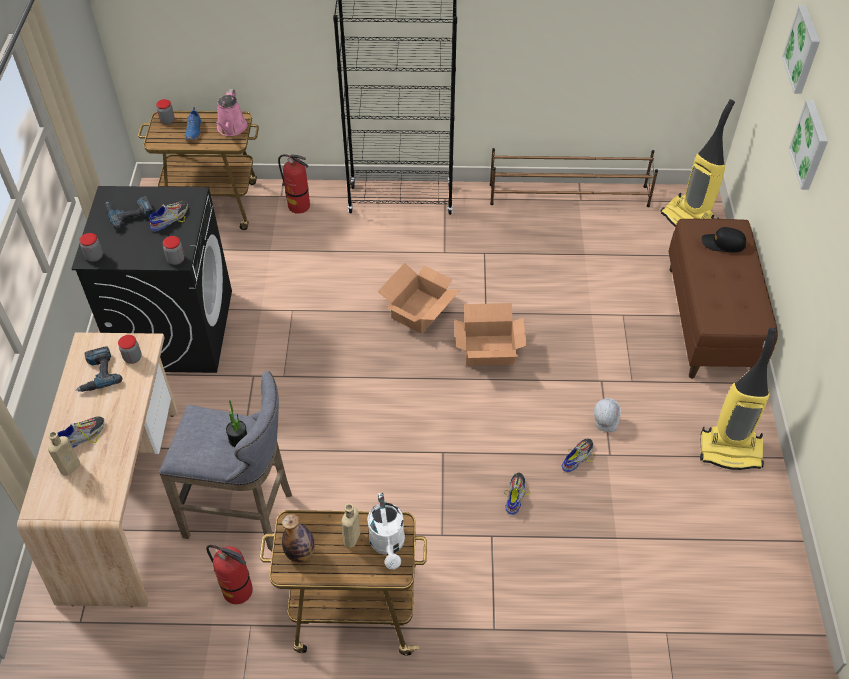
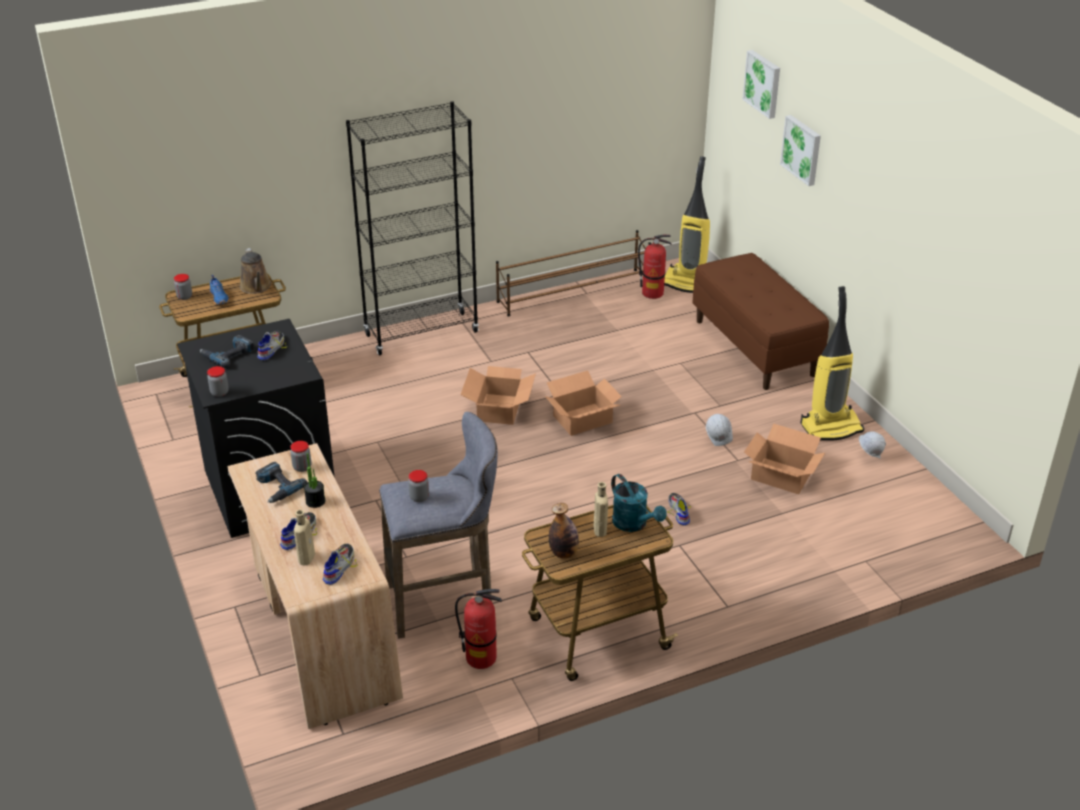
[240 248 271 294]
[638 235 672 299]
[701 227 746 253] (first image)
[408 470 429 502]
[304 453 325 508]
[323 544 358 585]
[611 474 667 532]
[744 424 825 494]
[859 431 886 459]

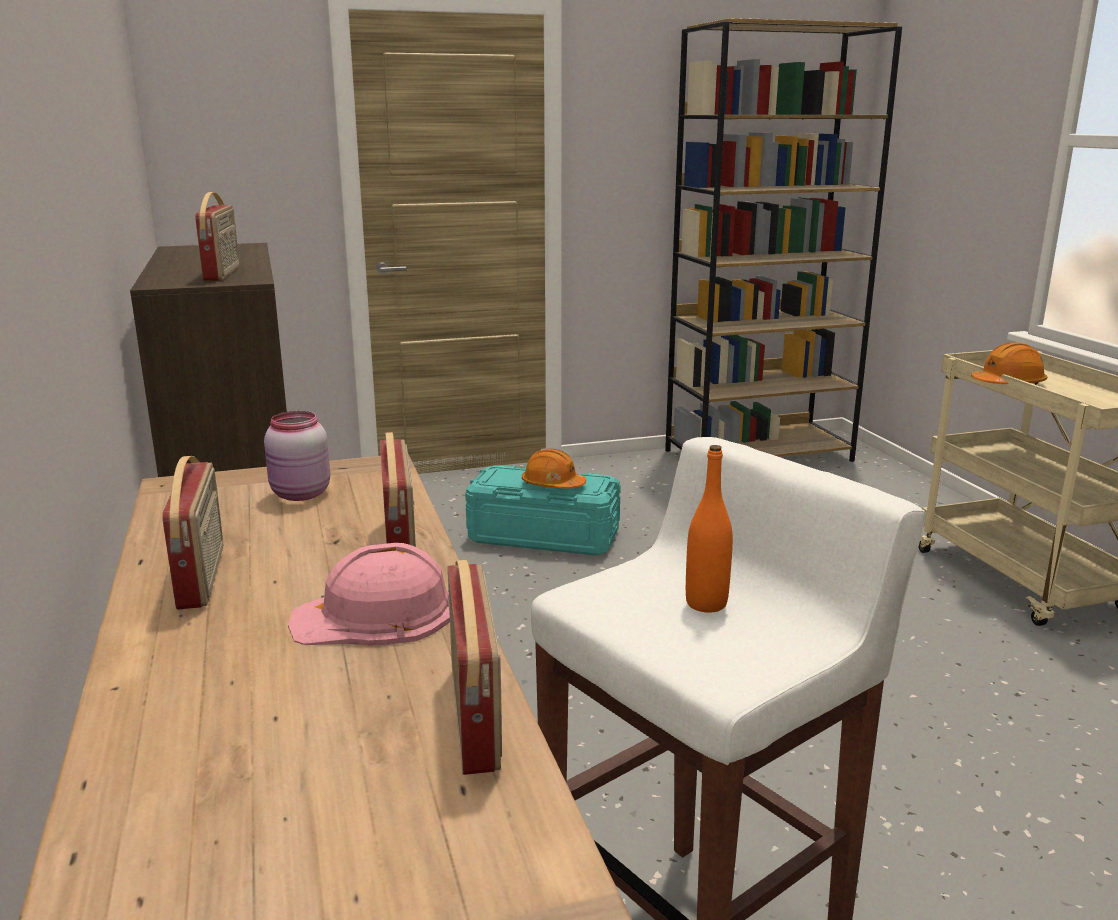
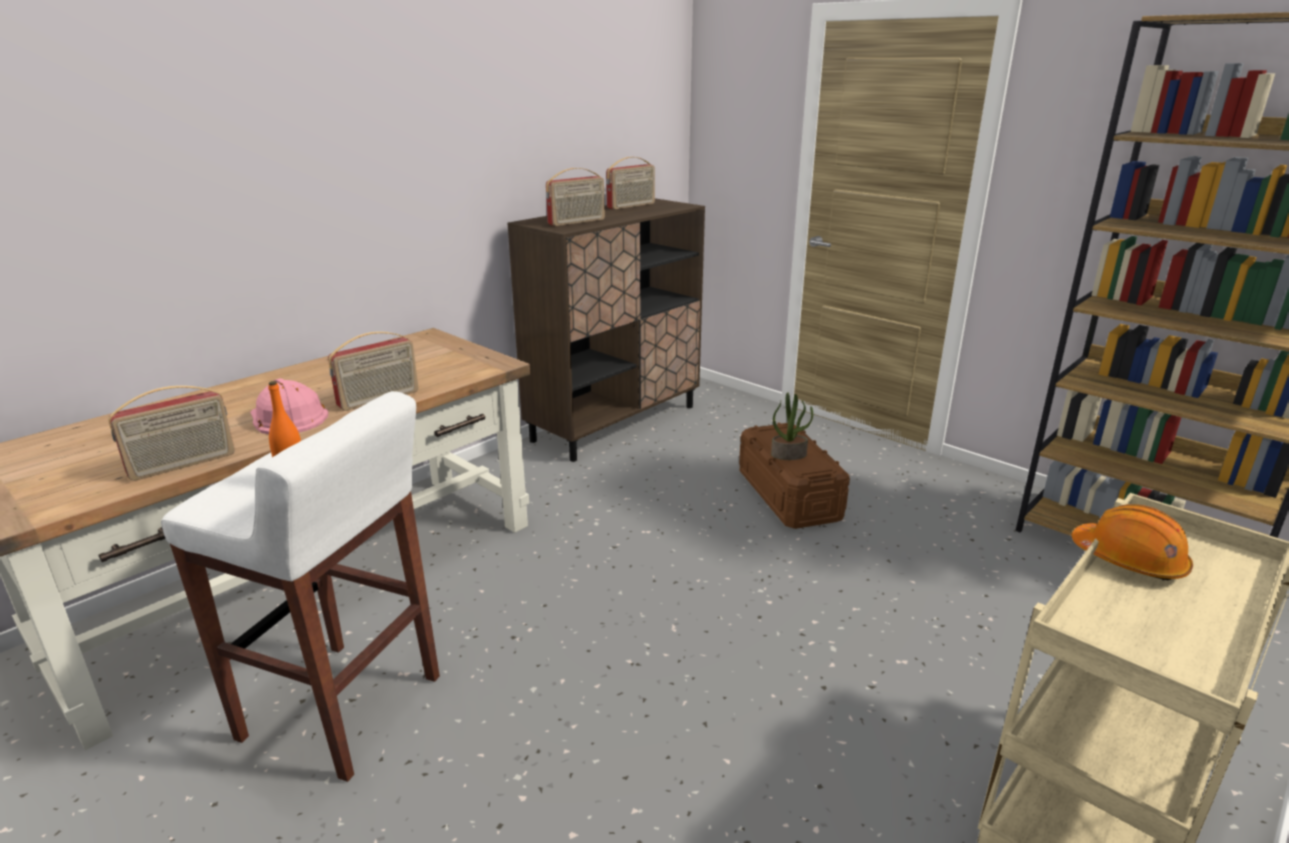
[264 411 330 501] (first image)
[771 392 813 460]
[606 157 655 210]
[739 422 850 529]

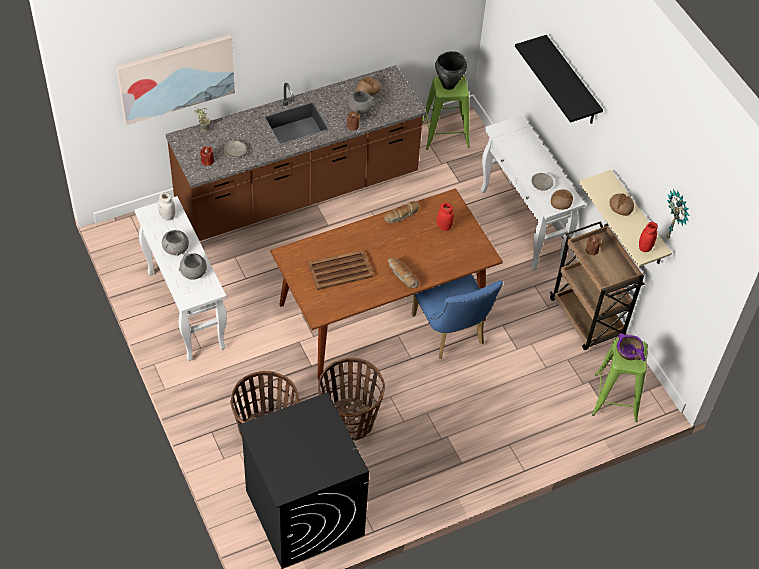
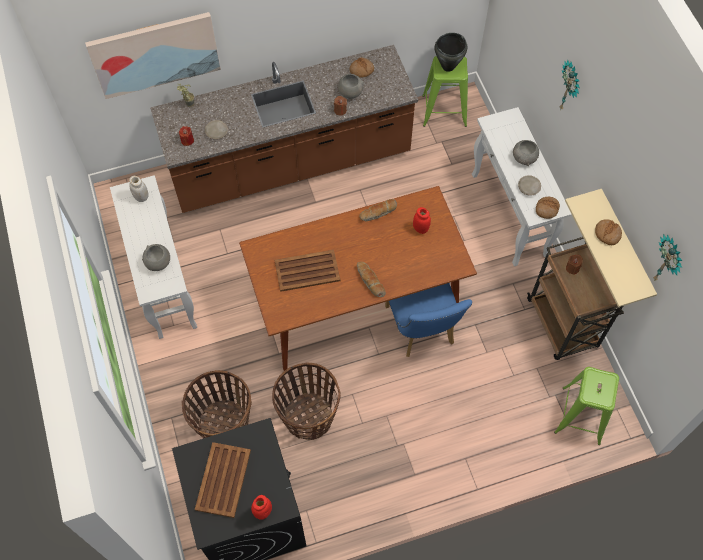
[559 59 580 109]
[251 495 272 520]
[513 140 539 166]
[617 333 646 361] (first image)
[195 442 251 518]

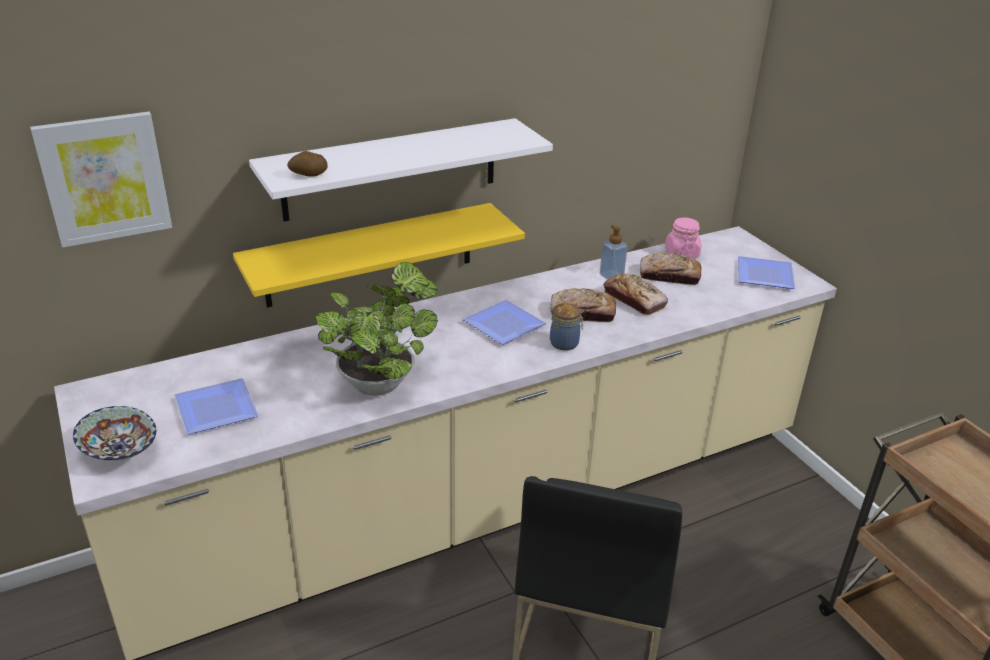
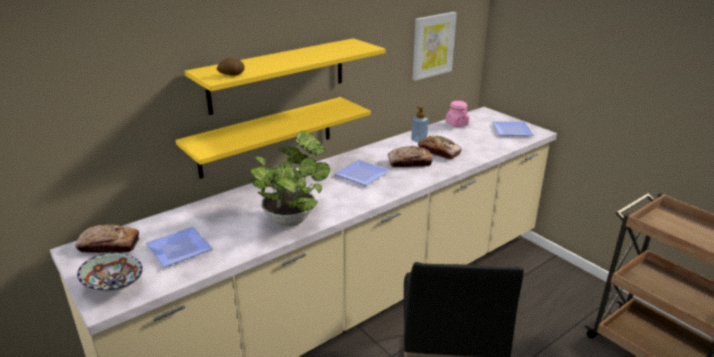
[412 12 457 81]
[184 38 386 115]
[75 224 139 253]
[550 303 584 351] (first image)

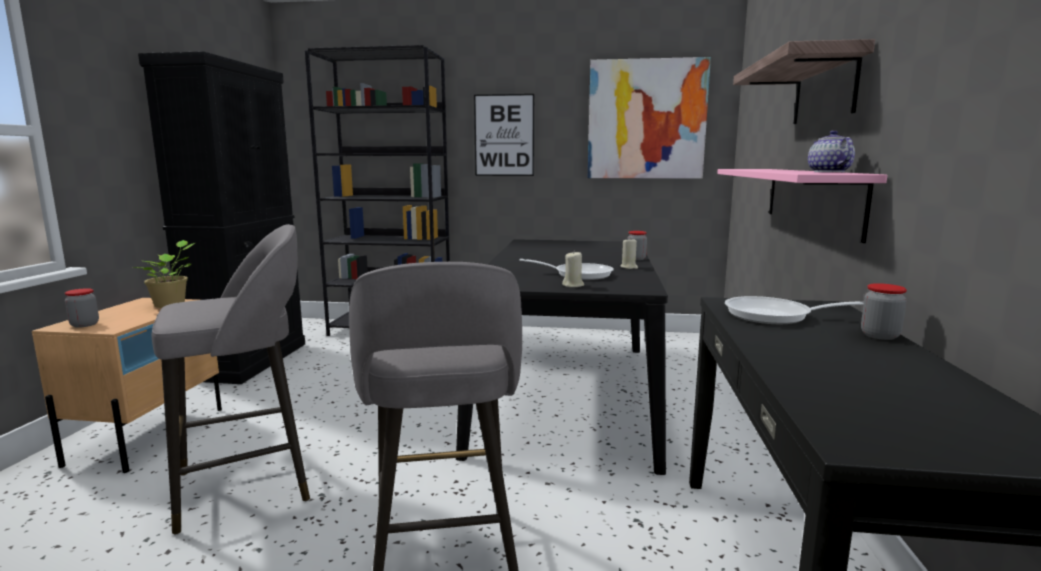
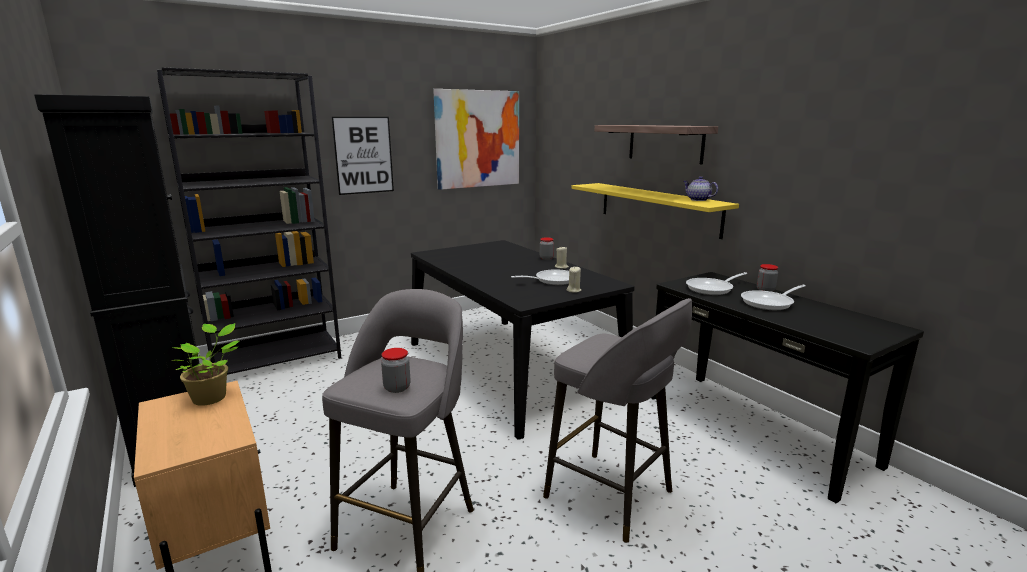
[571 183 739 239]
[381 348 410 393]
[741 285 806 310]

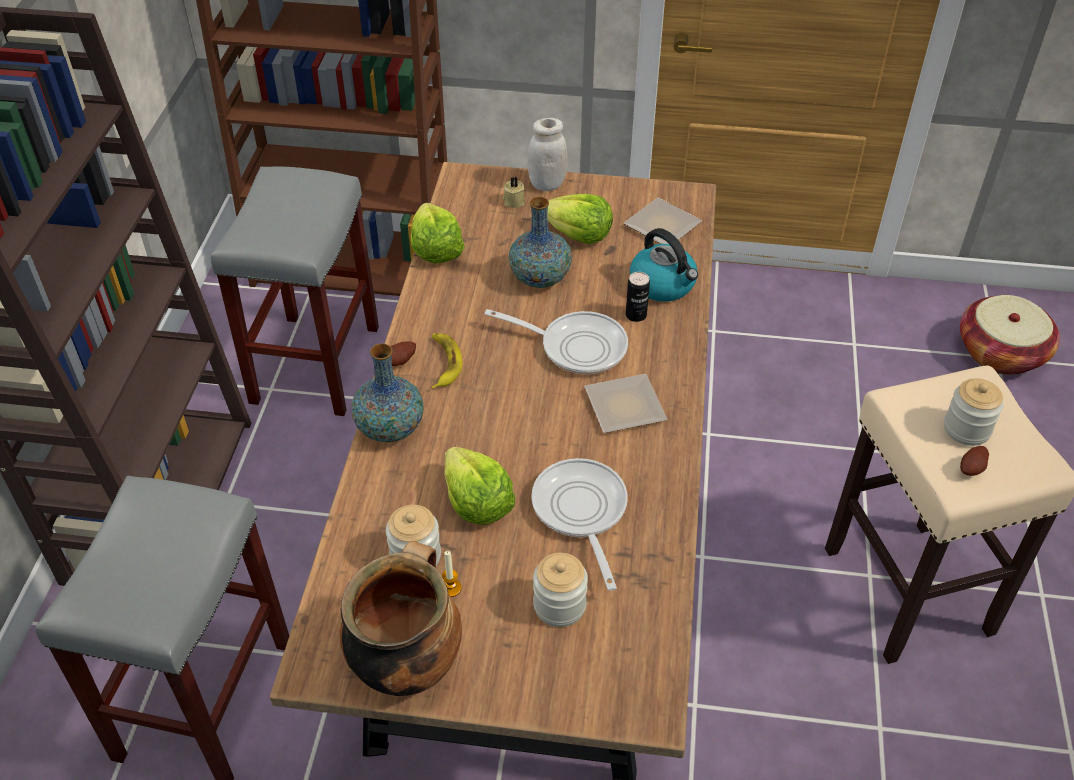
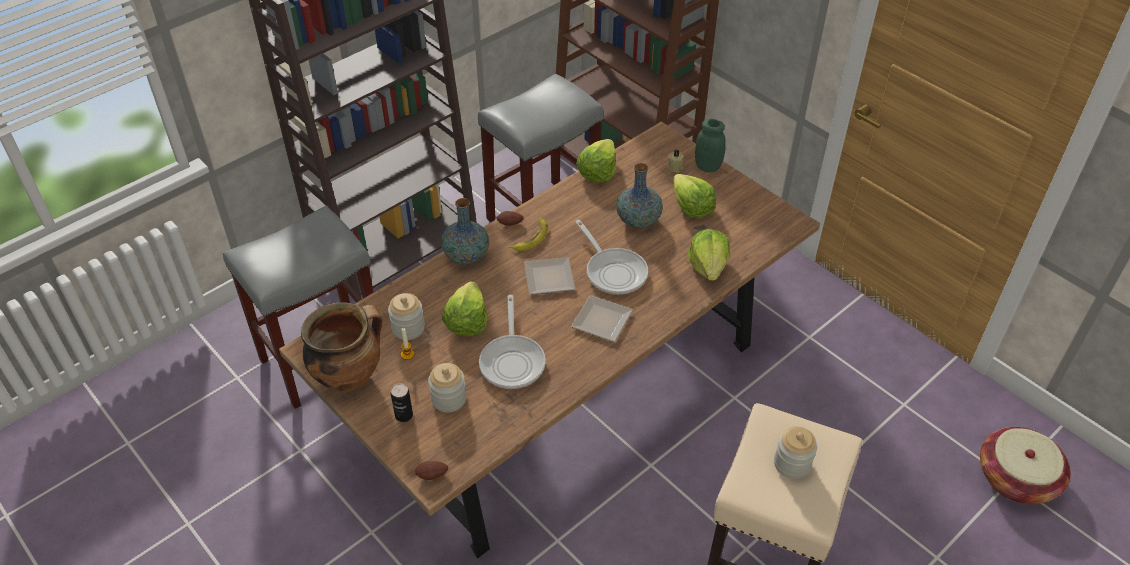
[695 119 726 173]
[524 257 575 295]
[688 229 730 281]
[391 383 413 422]
[415 461 448 480]
[479 295 546 389]

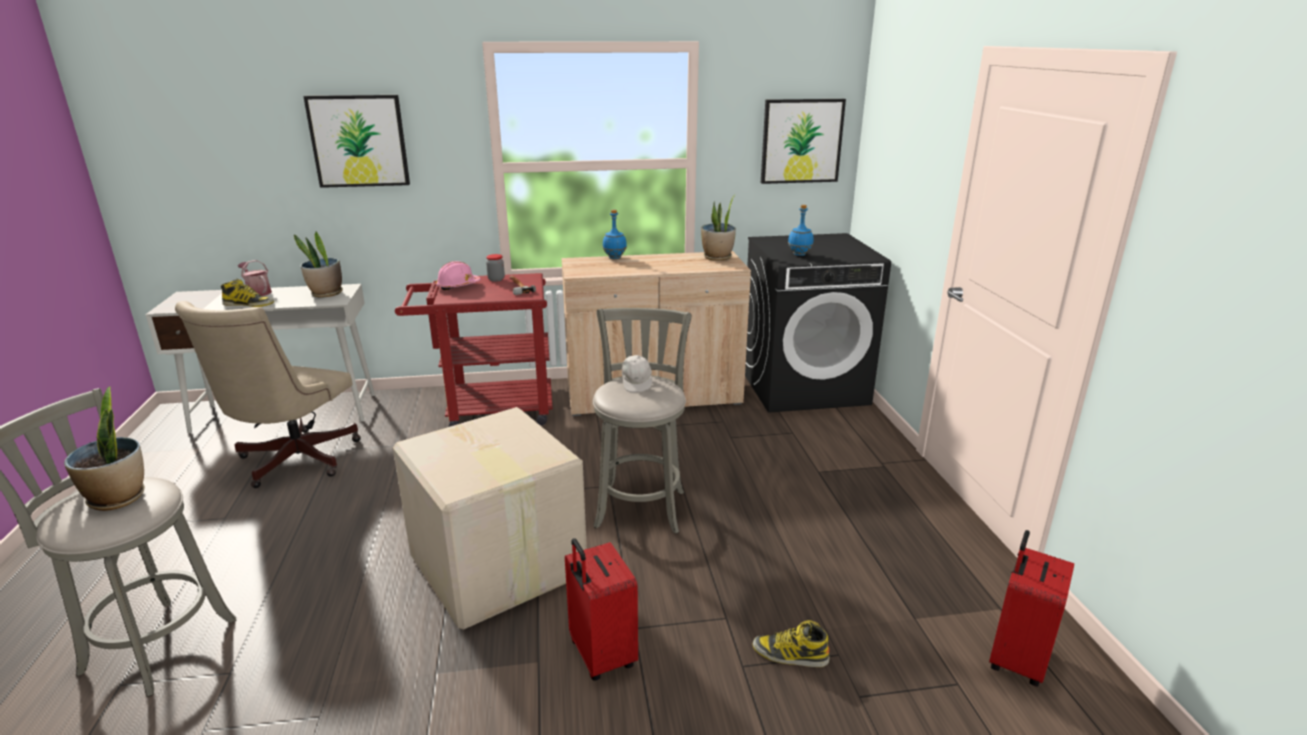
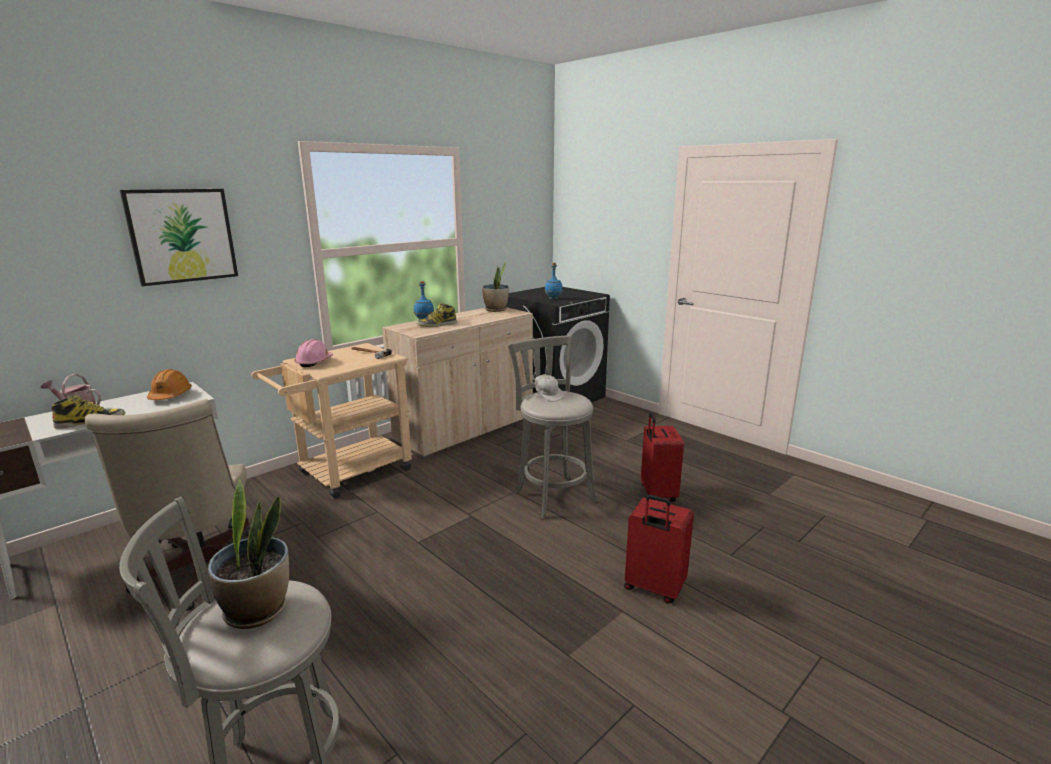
[761 99 846 184] (first image)
[147 369 192 400]
[486 254 505 282] (first image)
[251 343 413 498]
[393 407 587 630] (first image)
[641 413 684 502]
[417 303 457 327]

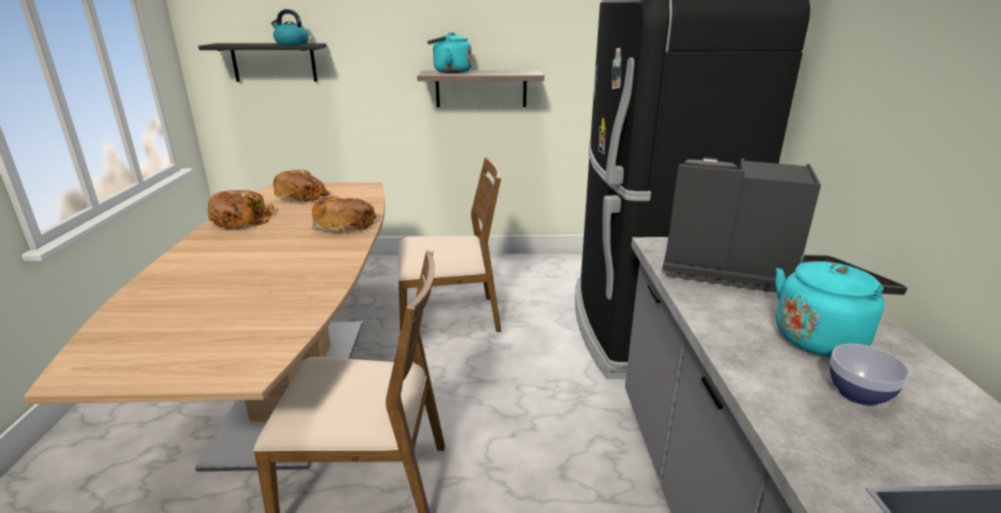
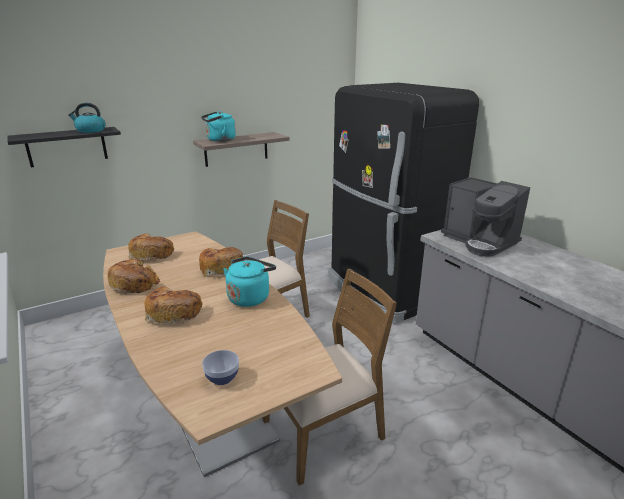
[441 177 530 257]
[223 257 276 307]
[202 350 239 385]
[144 286 203 324]

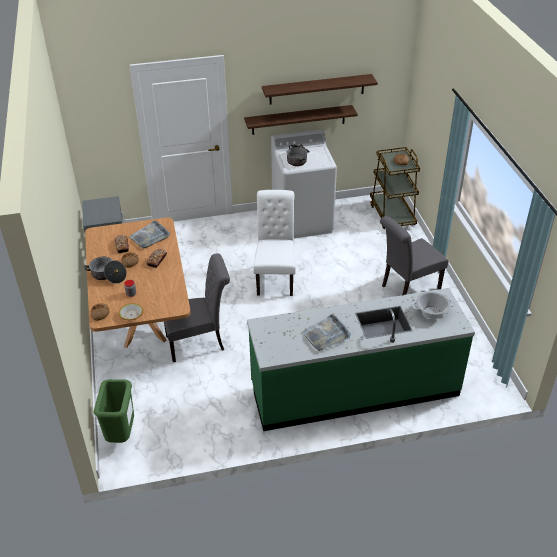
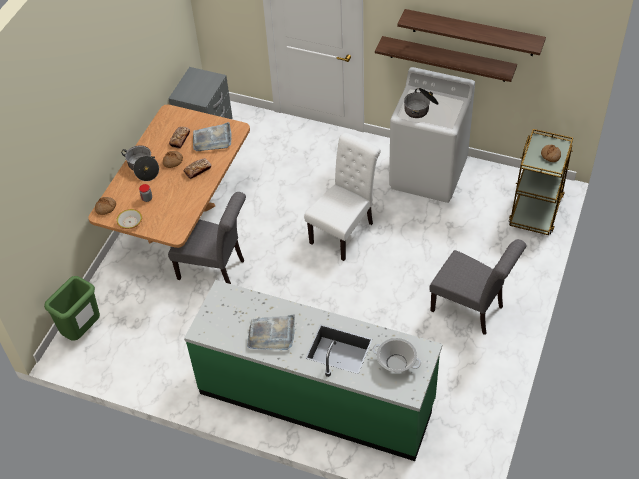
[429 239 526 335]

